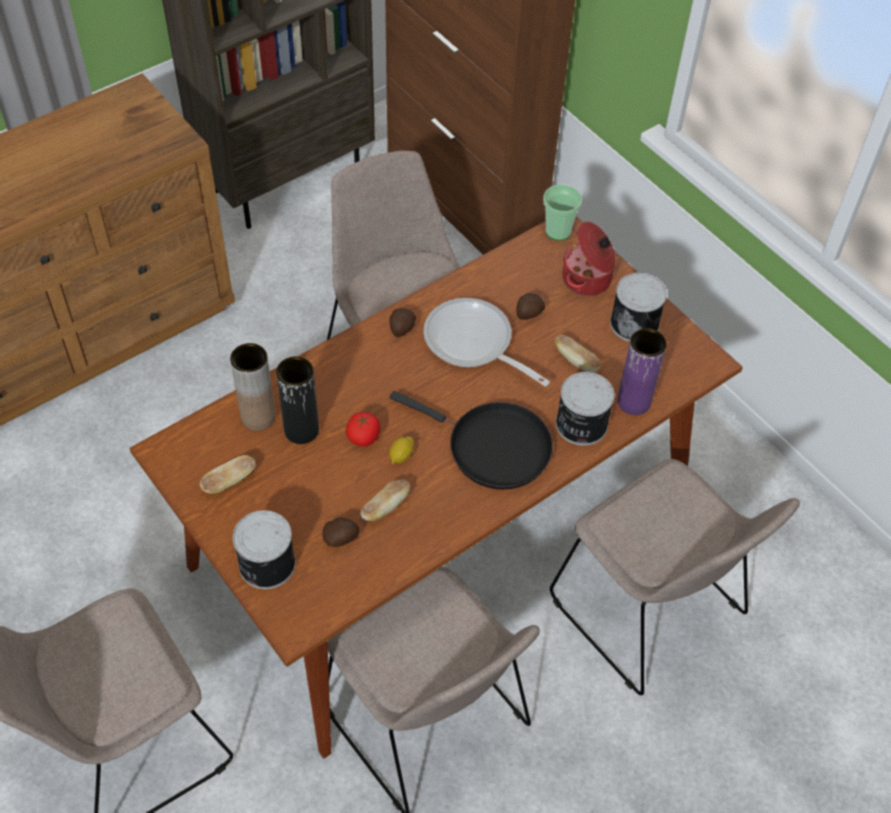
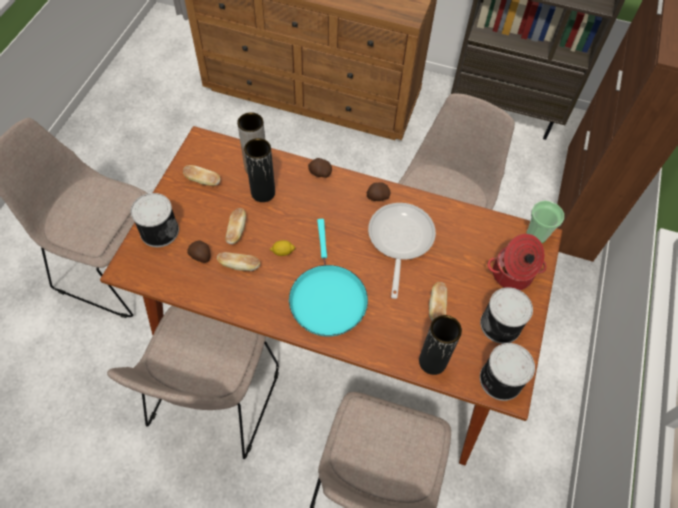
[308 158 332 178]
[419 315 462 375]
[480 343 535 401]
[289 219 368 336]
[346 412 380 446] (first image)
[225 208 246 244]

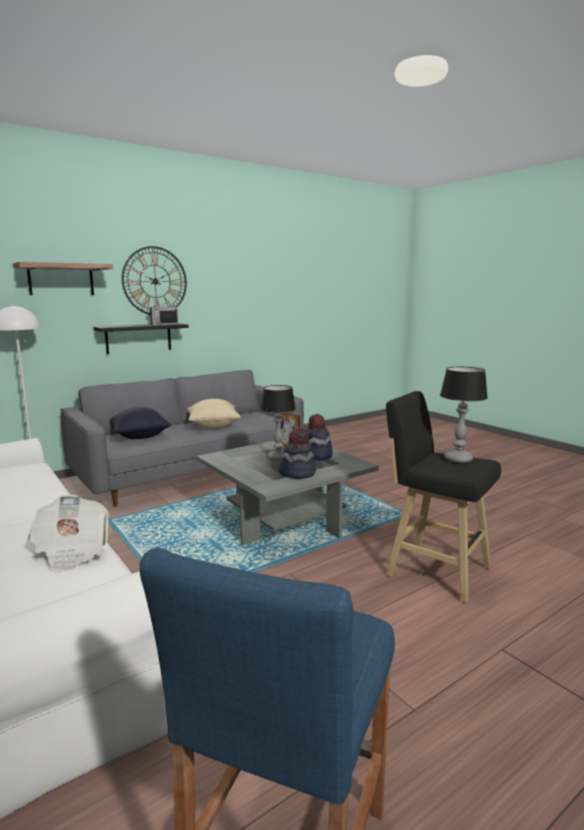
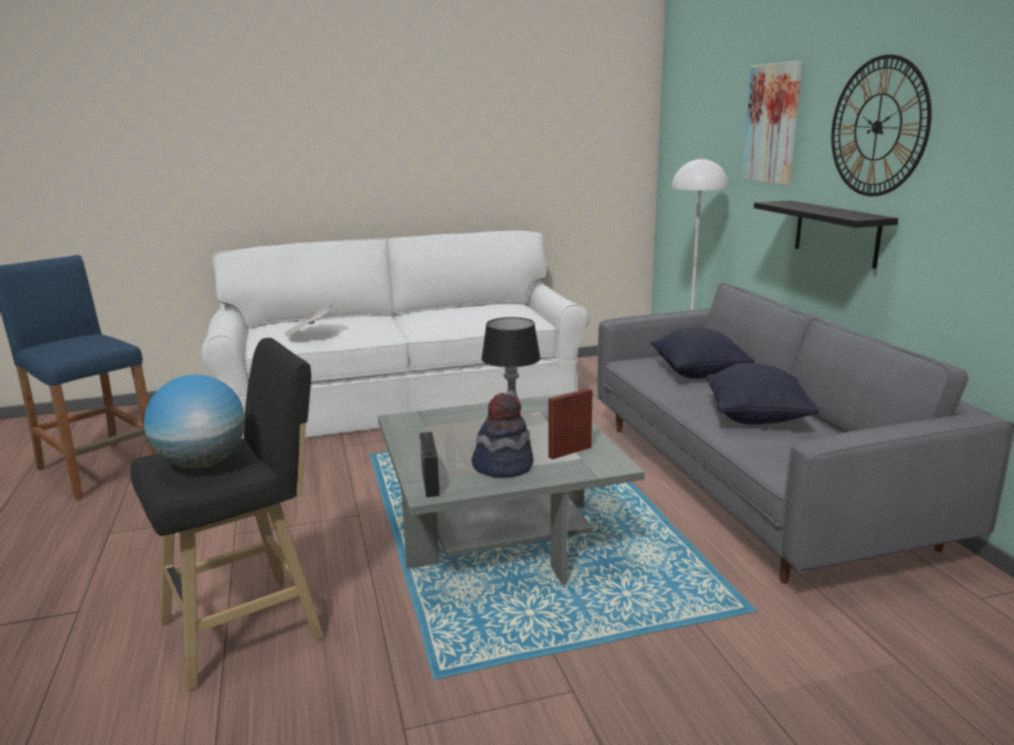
[742 61 802 185]
[420 432 440 497]
[144 375 245 469]
[706 363 819 424]
[278 428 316 479] (first image)

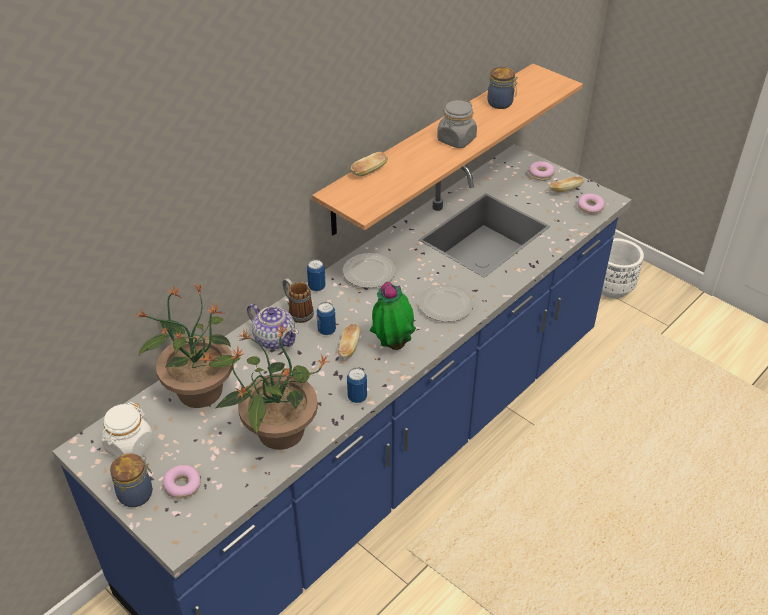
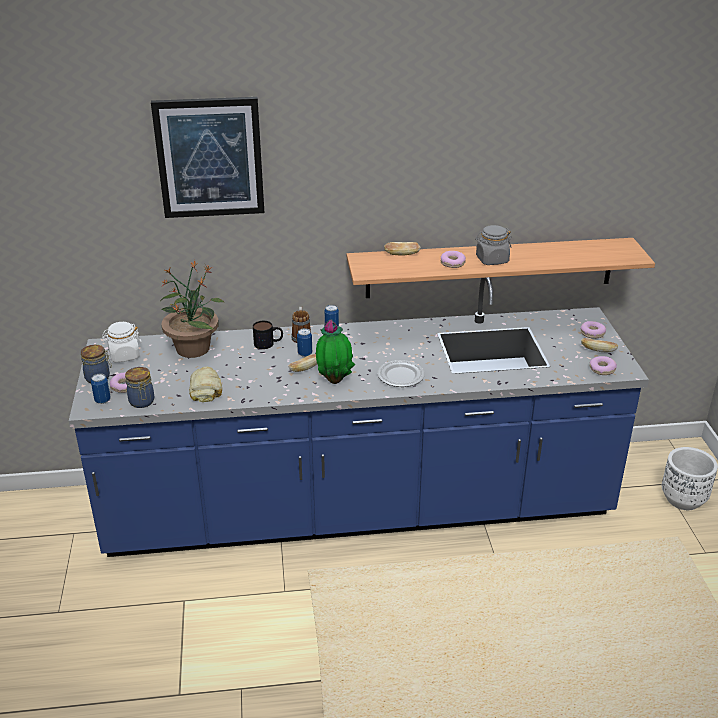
[125 367 155 408]
[343 253 396 288] (first image)
[253 321 283 349]
[189 367 222 402]
[91 373 110 404]
[151 97 265 218]
[441 251 466 268]

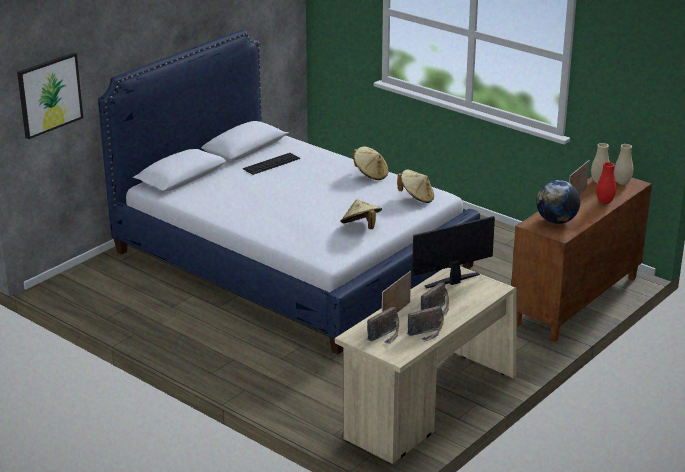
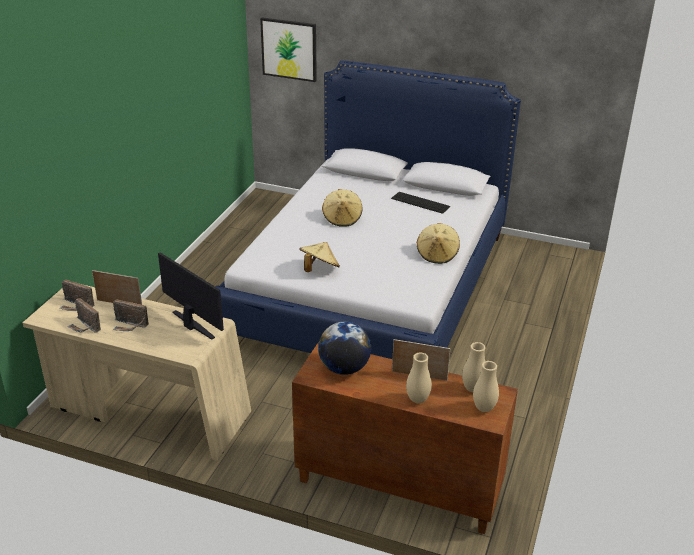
[406 353 432 403]
[322 189 363 227]

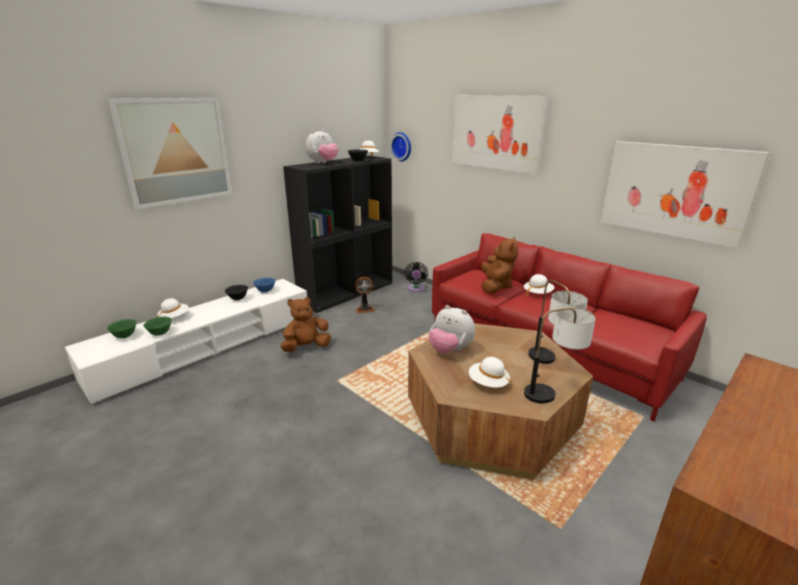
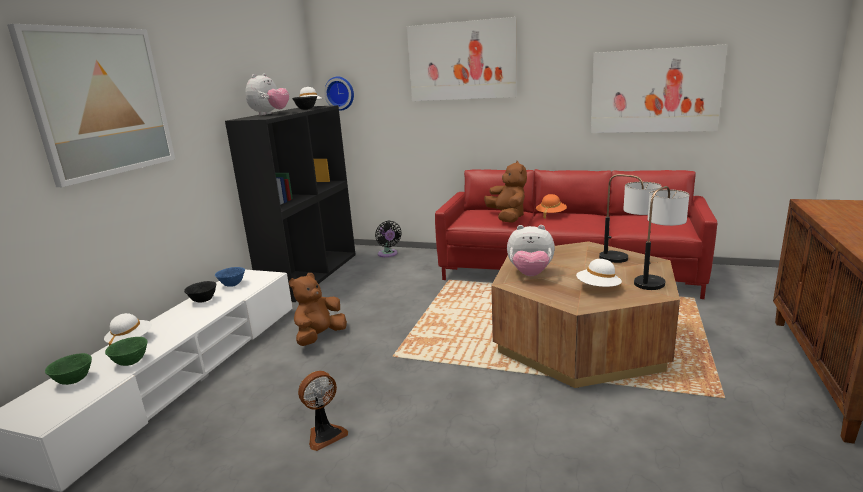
[536 194 567 219]
[298 371 348 451]

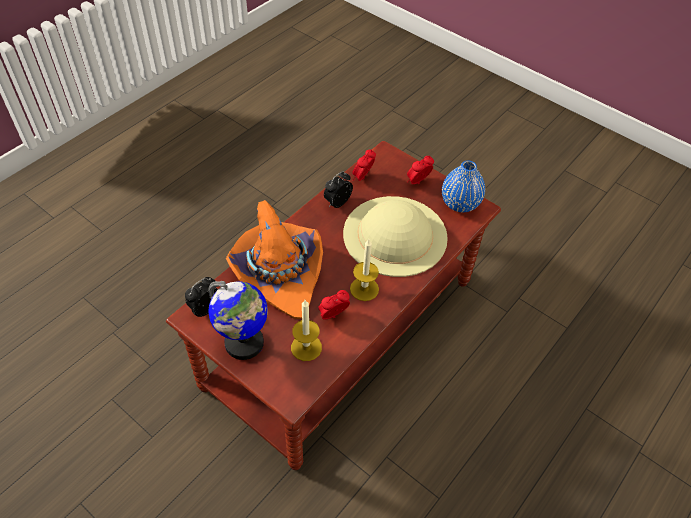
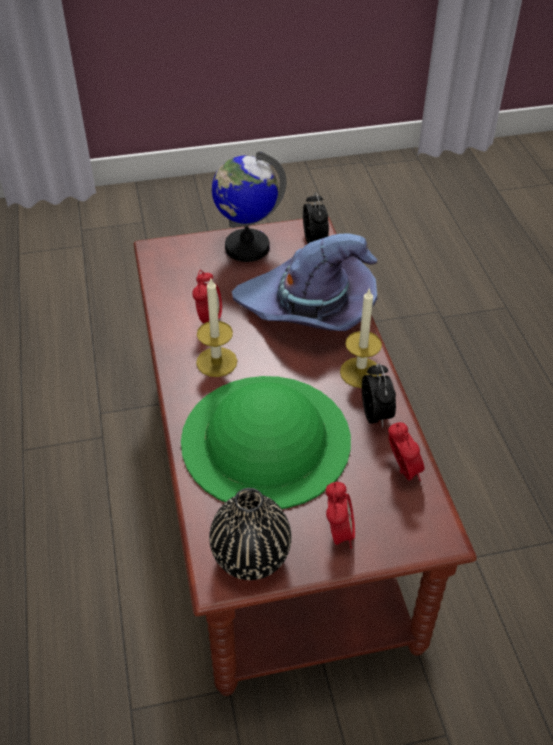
[209 488 292 580]
[181 376 351 509]
[231 233 377 331]
[340 287 382 388]

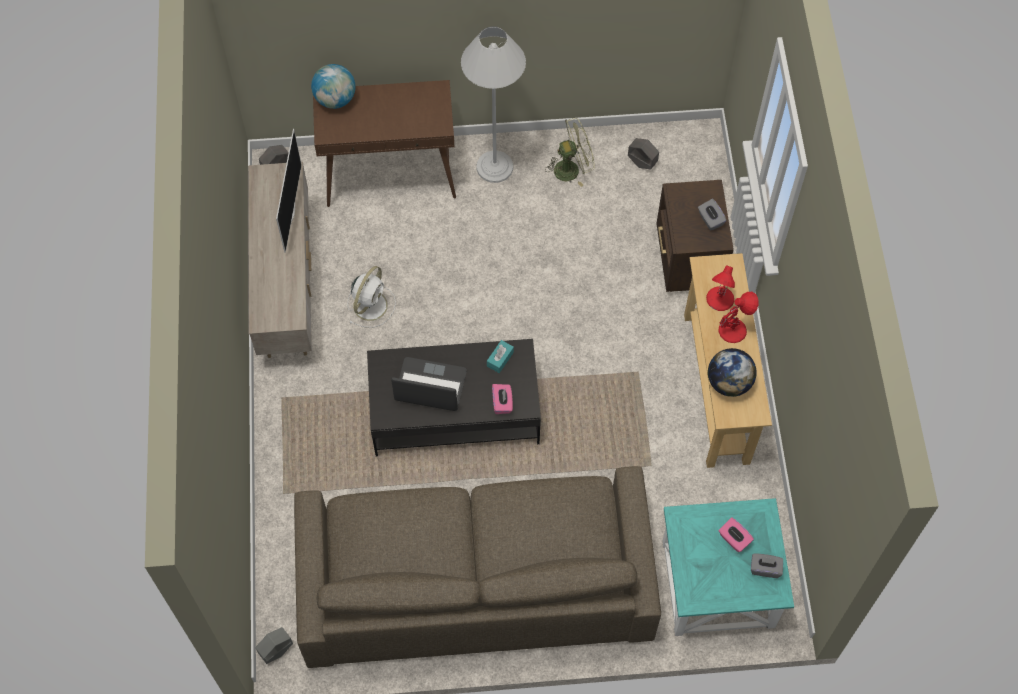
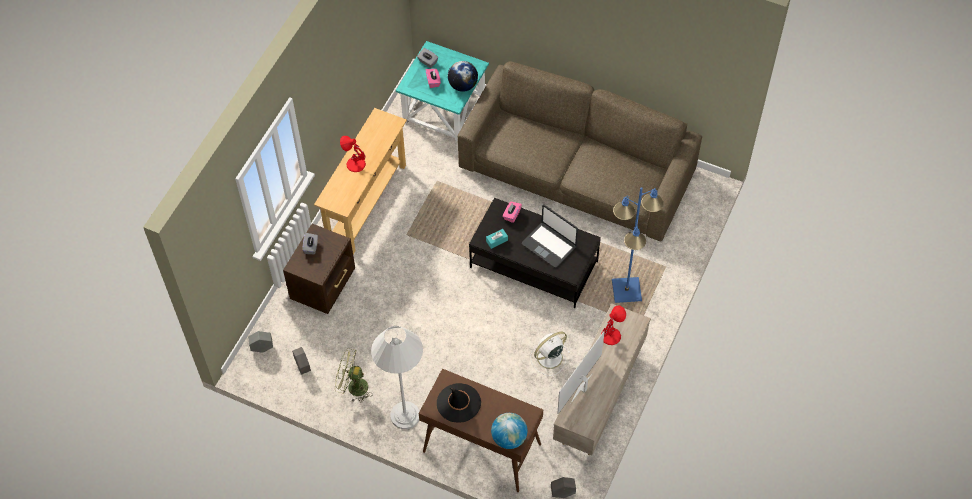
[601 305 626 345]
[448 61 478 92]
[248 331 273 353]
[612 187 664 303]
[437 383 481 422]

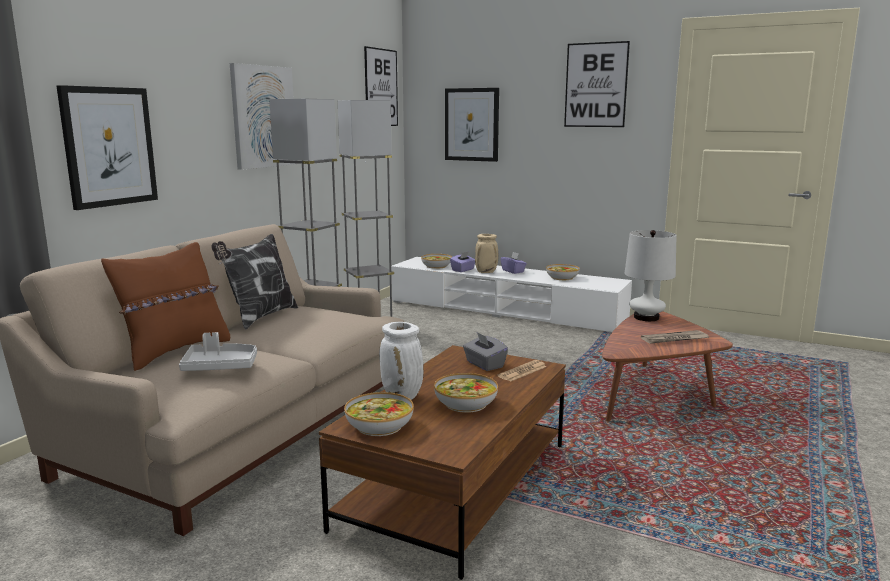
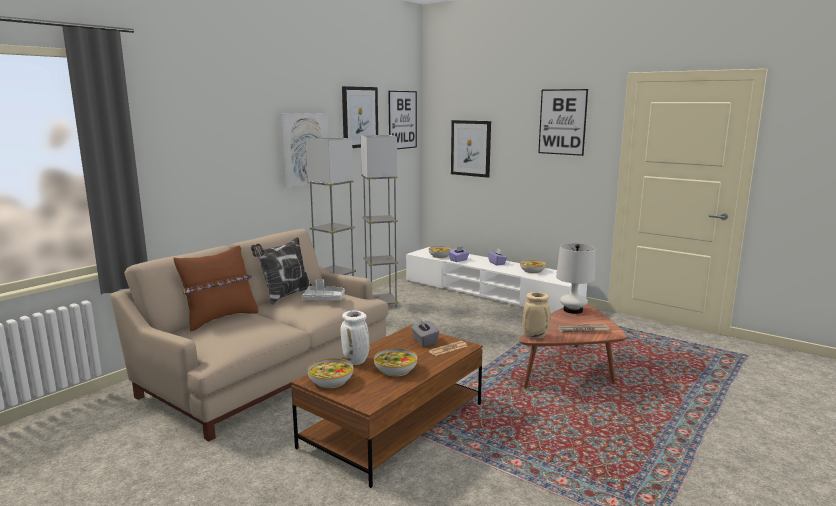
[342 86 378 148]
[522 292 550 339]
[302 280 345 301]

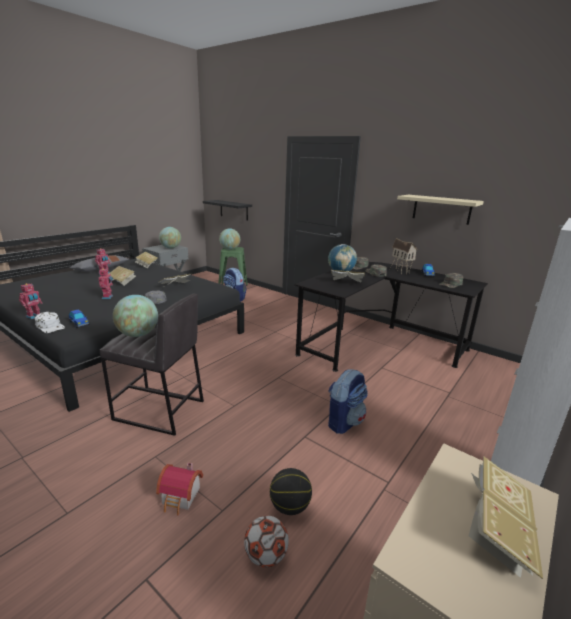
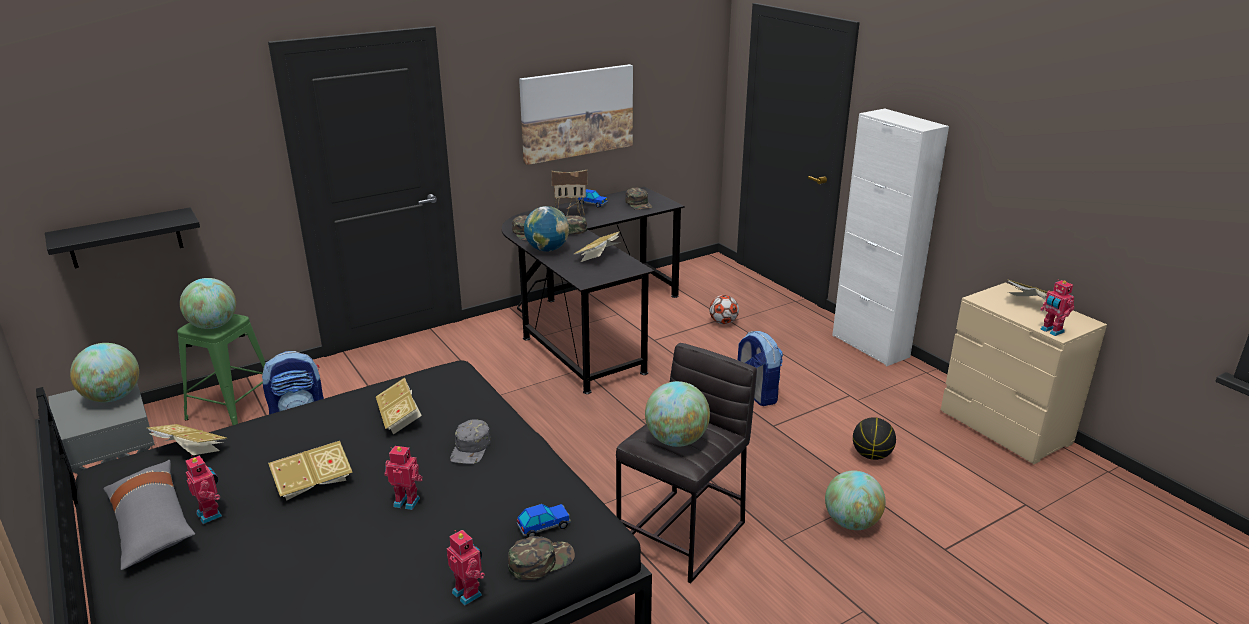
[519 64 633 165]
[508 536 575 580]
[825 470 885 530]
[709 295 739 324]
[1040 279 1074 336]

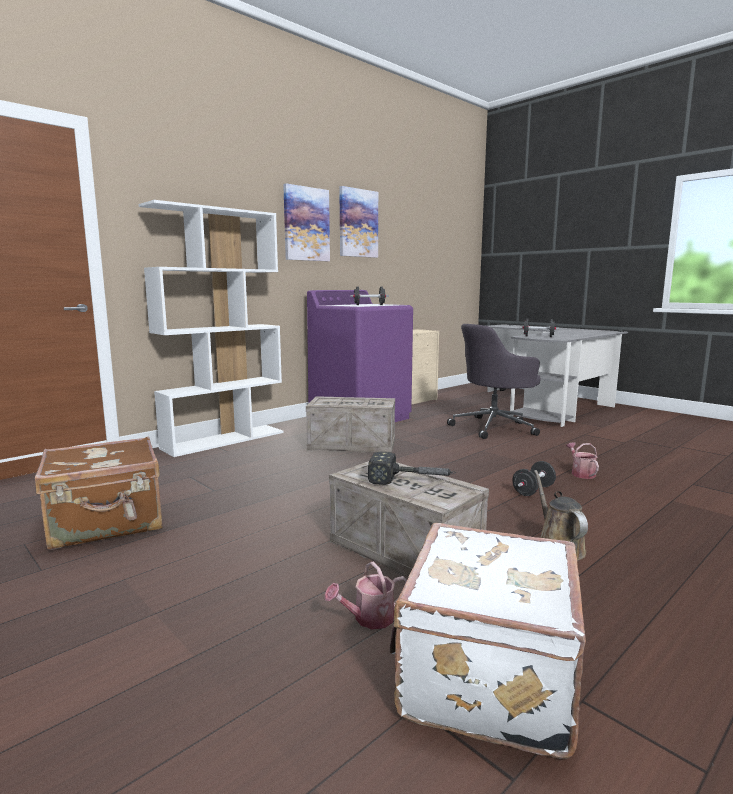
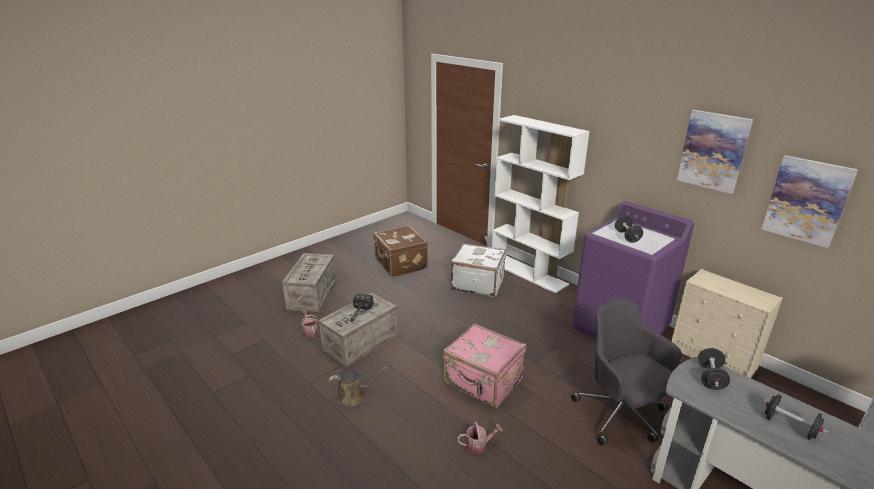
[761 155 858 248]
[282 253 337 312]
[761 394 829 440]
[451 243 507 297]
[443 323 526 409]

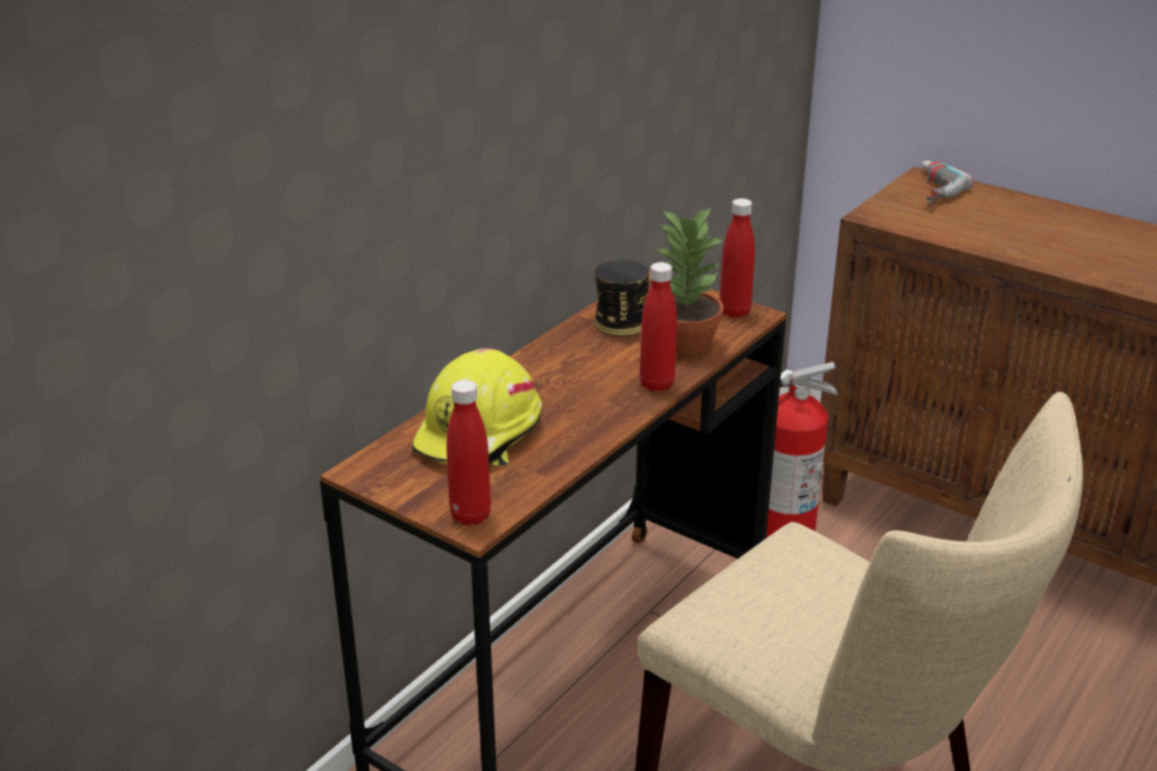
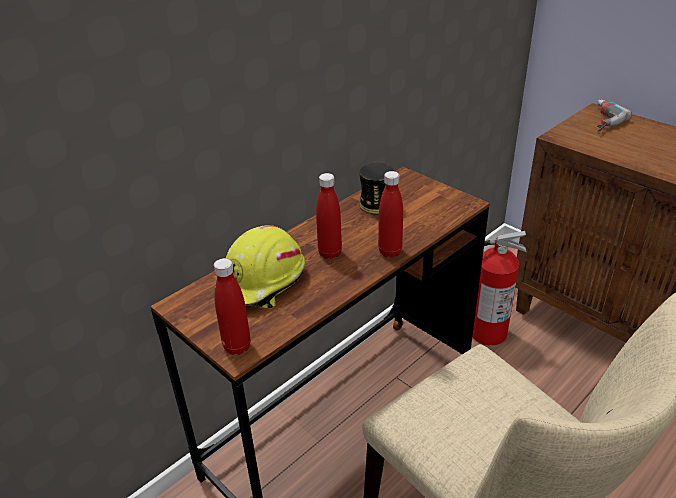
[316 173 342 259]
[650 206 725 358] (first image)

